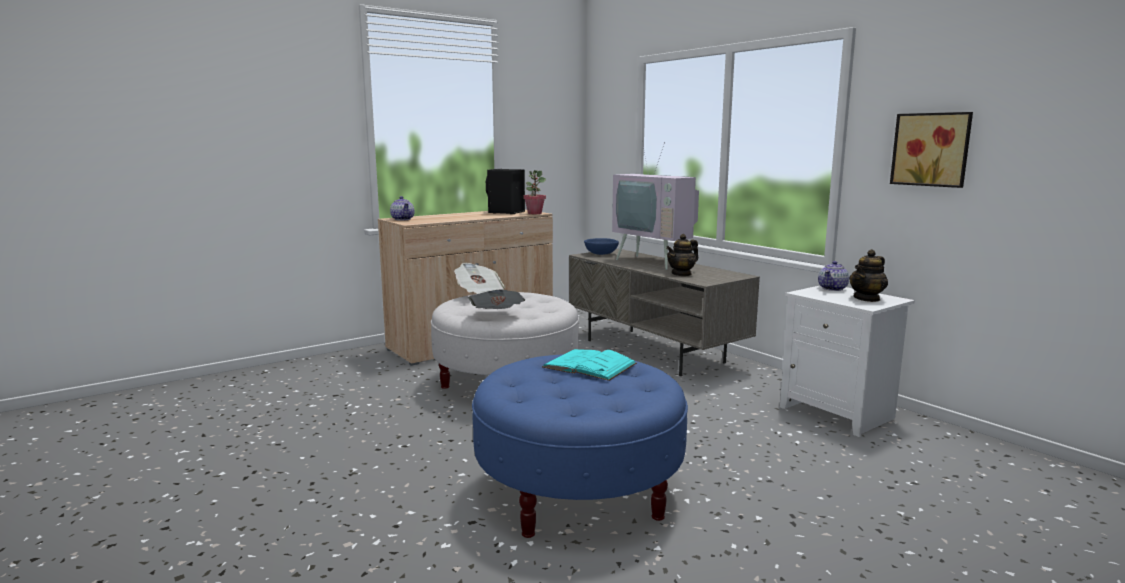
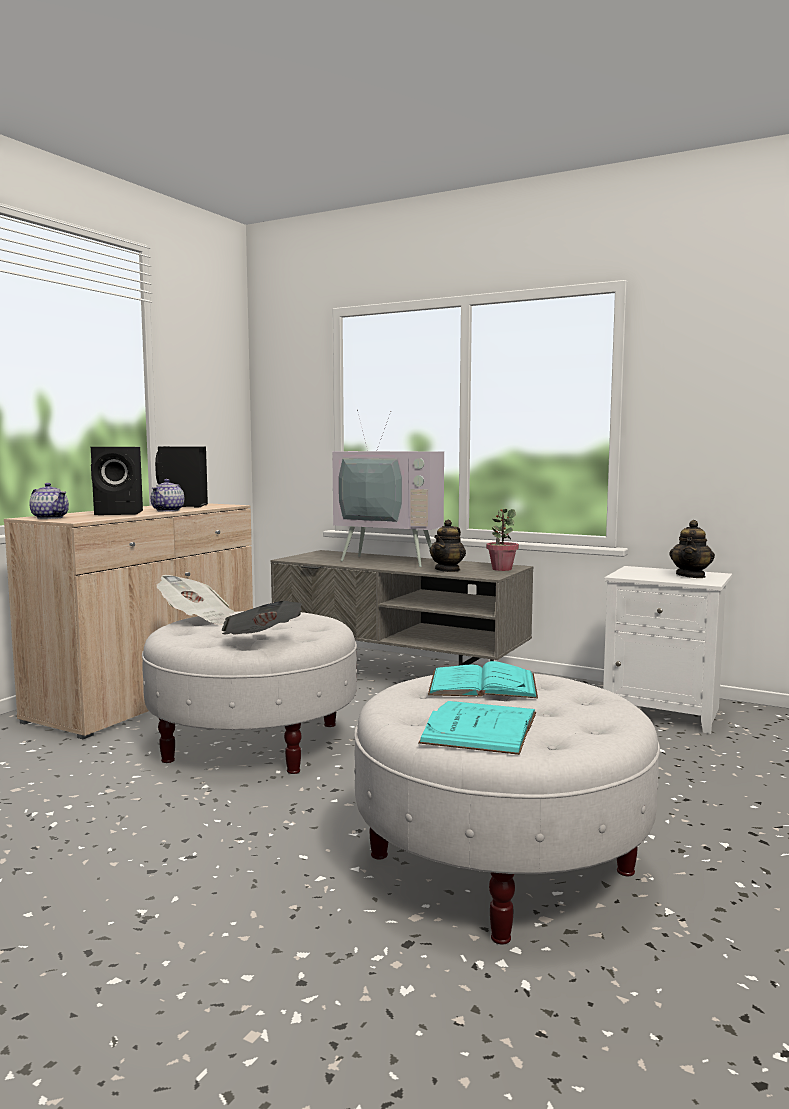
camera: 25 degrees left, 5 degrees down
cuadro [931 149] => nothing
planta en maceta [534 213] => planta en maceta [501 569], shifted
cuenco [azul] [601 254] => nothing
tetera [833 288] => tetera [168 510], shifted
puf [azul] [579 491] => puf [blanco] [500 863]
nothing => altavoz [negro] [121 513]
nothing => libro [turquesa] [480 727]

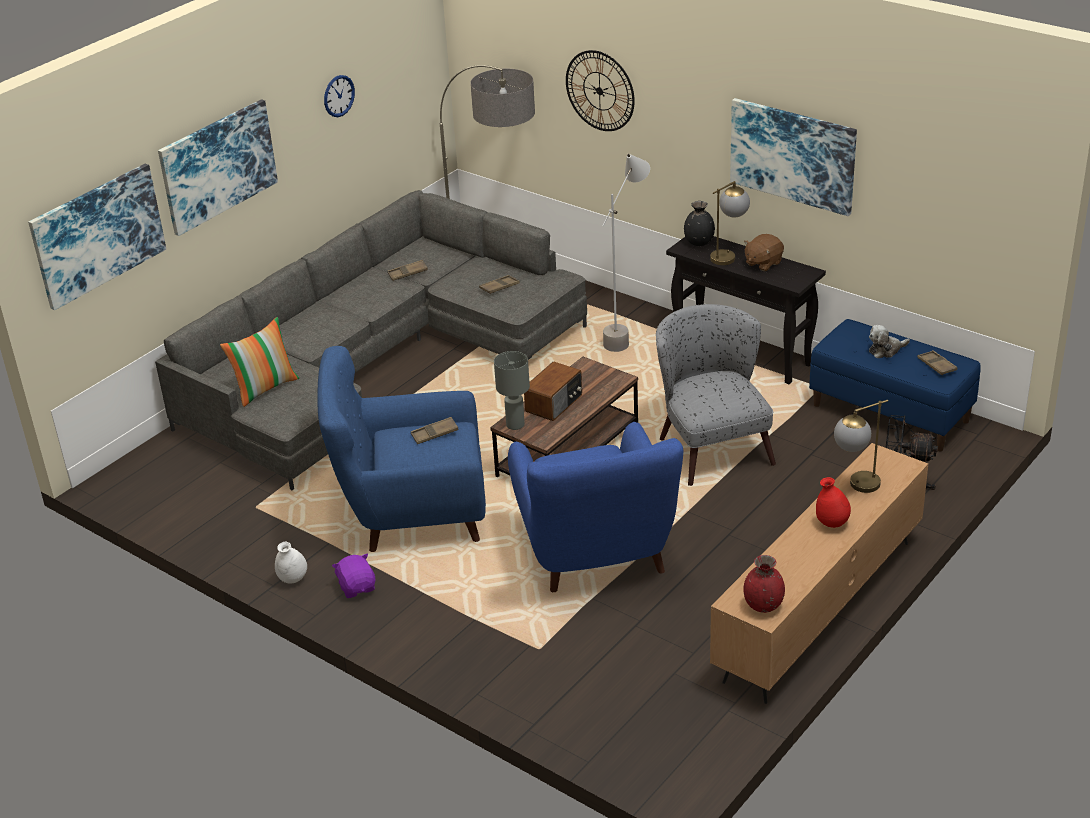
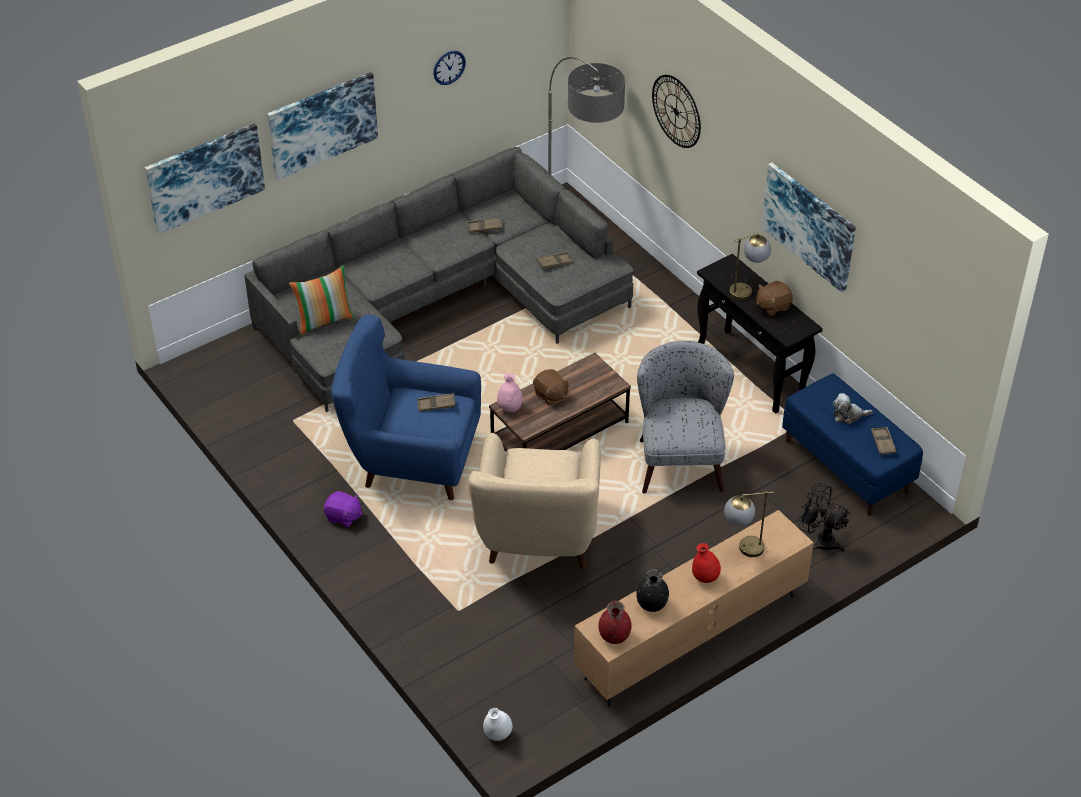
camera: 15 degrees right, 10 degrees up
lámpara de pie [gris] [627 335] => nothing
florero [negro] [699 242] => florero [negro] [652 604], shifted
lámpara de mesa [gris] [515 424] => florero [rosa] [510 408]
radio [555 403] => peluche [marrón] [550 395]
sillón [azul] [595 555] => sillón [beis] [538 538]
florero [blanco] [292 579] => florero [blanco] [497 734], shifted
peluche [morado] [357 587] => peluche [morado] [343 517], 120 degrees clockwise

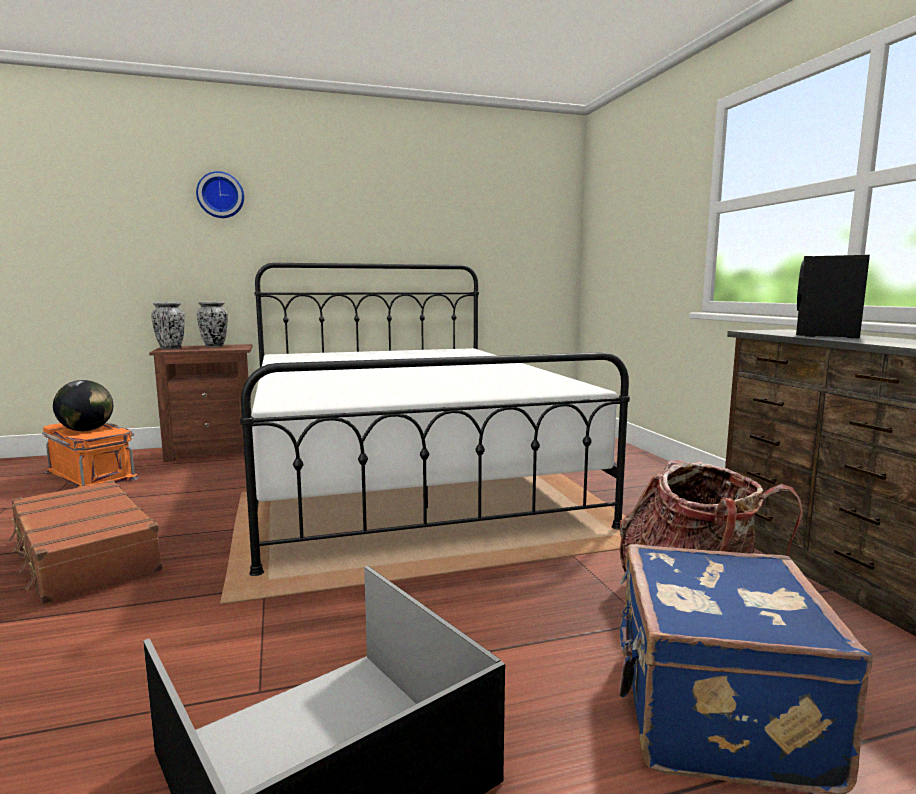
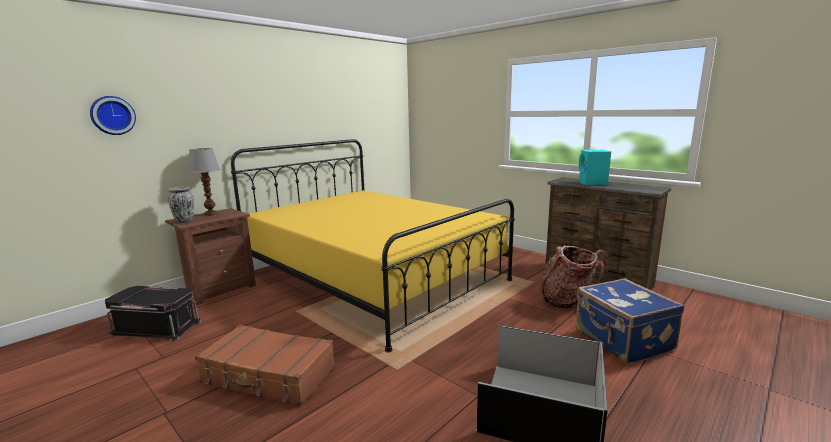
camera: 30 degrees left, 5 degrees up
reloj de pared [220 195] => reloj de pared [112 115], shifted
altavoz [negro] [827 336] => altavoz [turquesa] [592 183]
cama [blanco] [403 476] => cama [amarillo] [373 277]
florero [214 346] => lámpara de mesa [211 214]
globo terráqueo [86 430] => nothing
caja de almacenaje [naranja] [93 475] => caja de almacenaje [negro] [157 327]

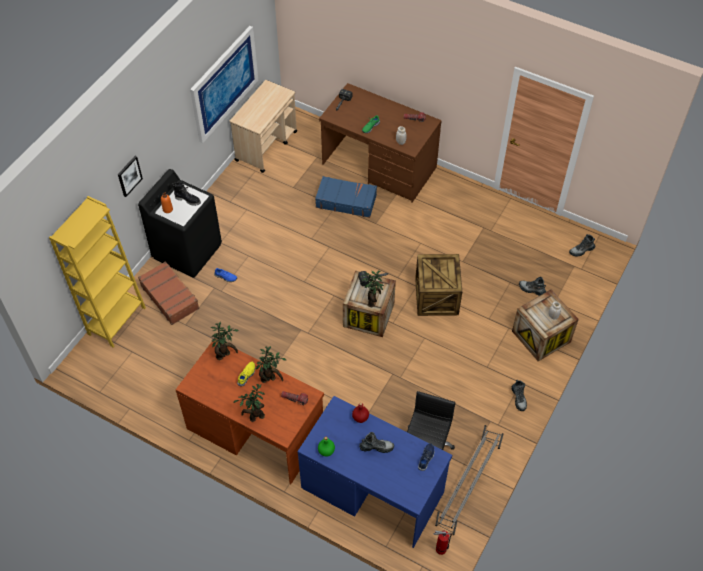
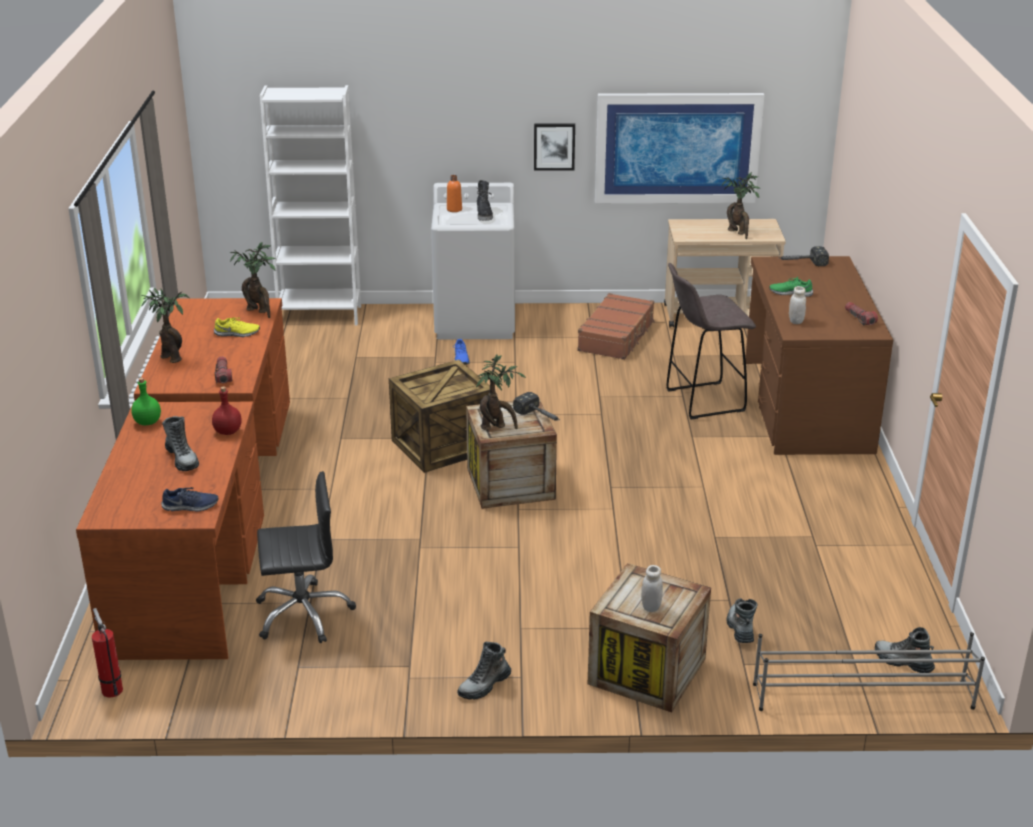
camera: 60 degrees right, 25 degrees down
cuadro [129 176] => cuadro [554 146], shifted
lavadora [negro] [187 251] => lavadora [blanco] [476 322]
maleta [azul] [346 201] => taburete [gris] [702 401]
estantería [amarillo] [117 321] => estantería [blanco] [320 315]
caja de embalaje [437 296] => caja de embalaje [443 446], shifted
maleta [marrón] [170 297] => maleta [marrón] [617 336], shifted
planta en maceta [270 379] => planta en maceta [738 233], shifted
escritorio [azul] [372 489] => escritorio [marrón] [189 586]
zapatero [gris] [467 486] => zapatero [gris] [861 695], shifted

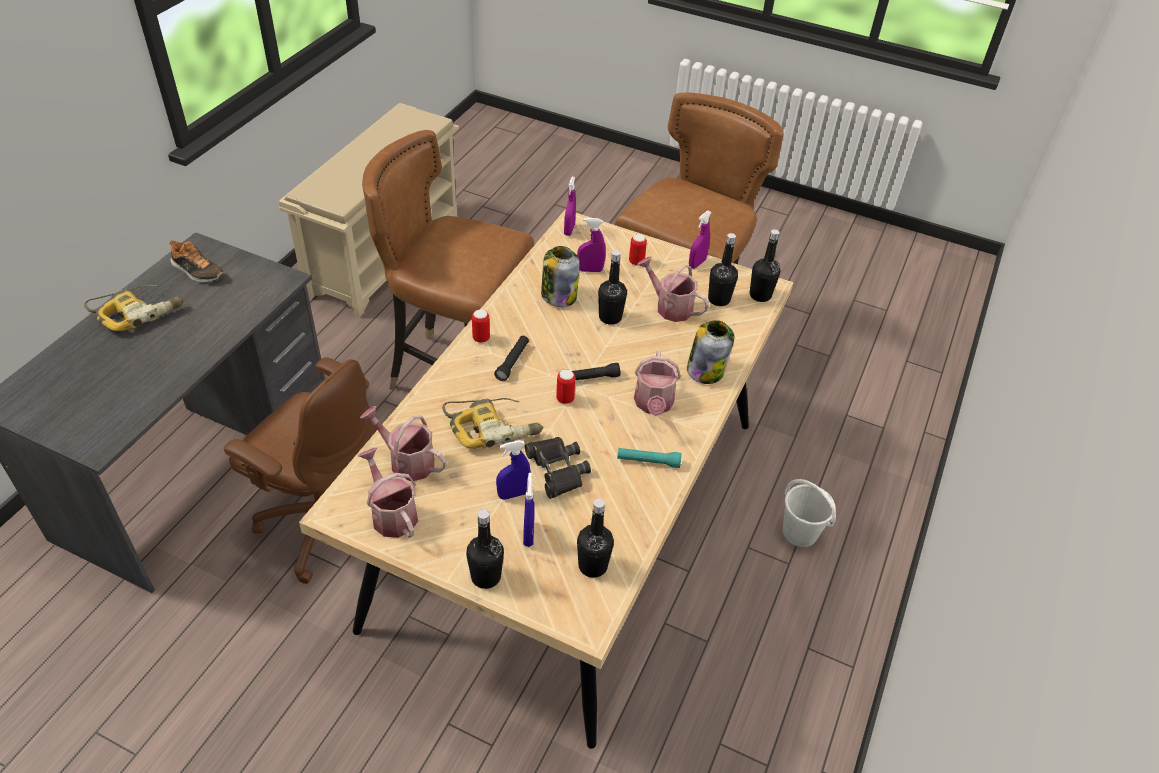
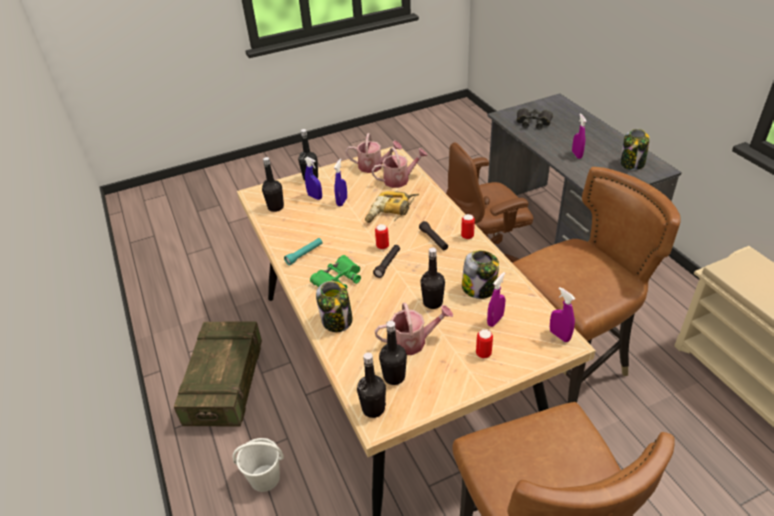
camera: 135 degrees right, 5 degrees down
pulverizador [morado] [697 263] => pulverizador [morado] [576 155], shifted
zapato [197 271] => tarro [632 164]
taladro [138 312] => nothing
regadera [653 404] => prismáticos [verde] [338 279]
prismáticos [negro] [557 470] => prismáticos [negro] [533 122], shifted
nothing => caja de embalaje [225 384]

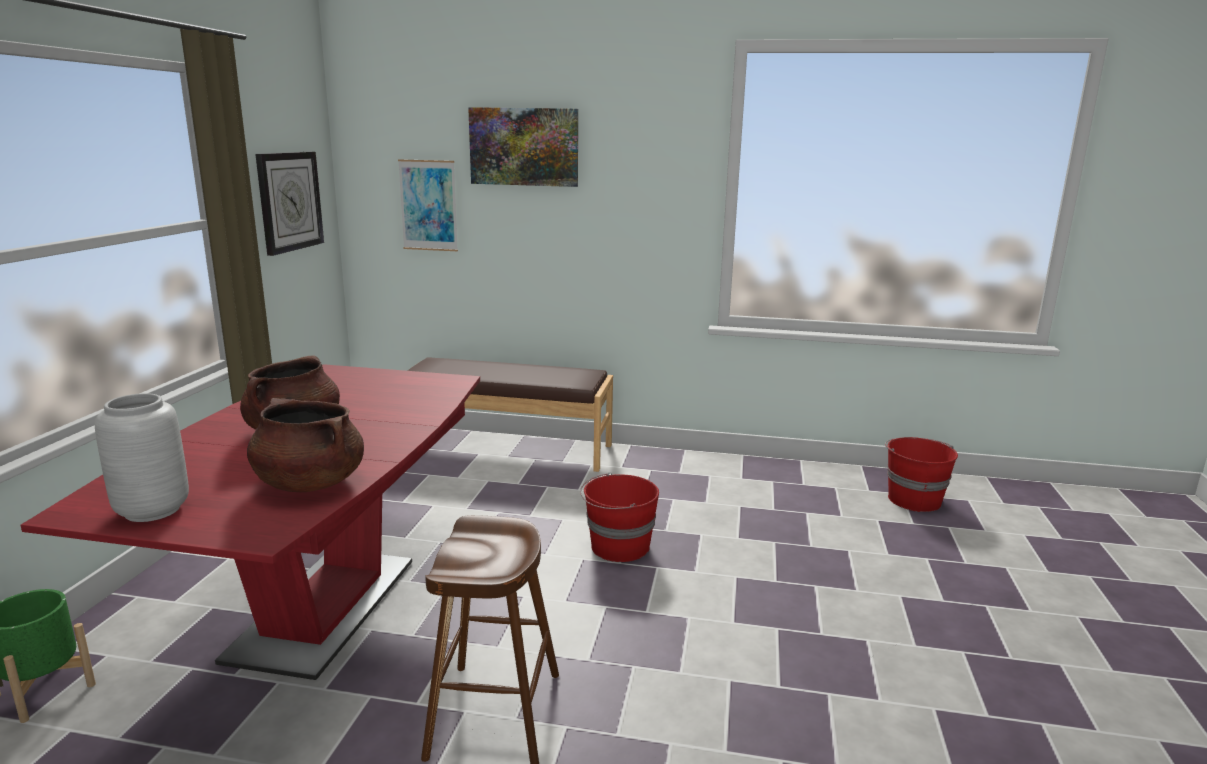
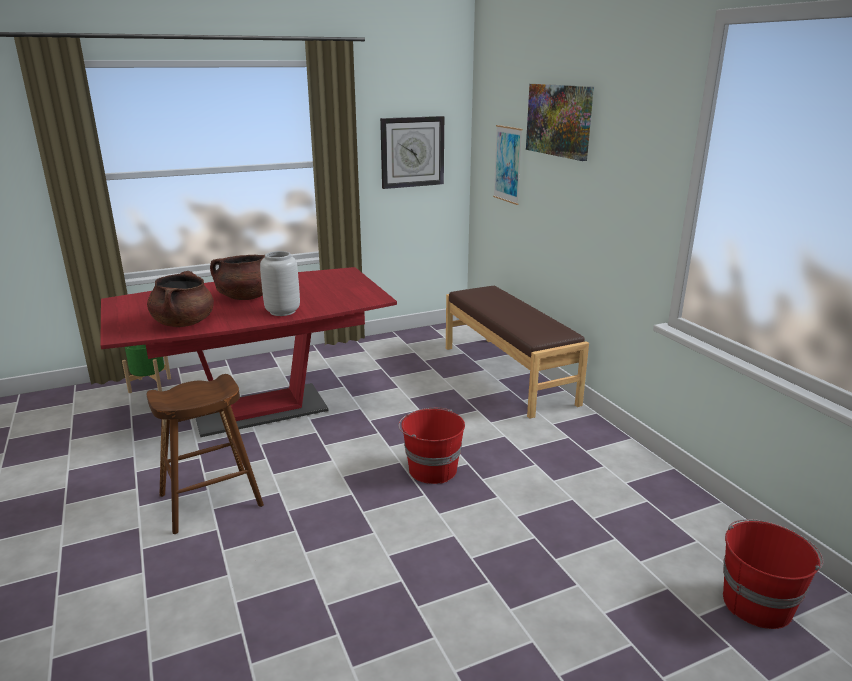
camera: 55 degrees right, 5 degrees up
florero [gris] [151 510] => florero [gris] [282 311], shifted

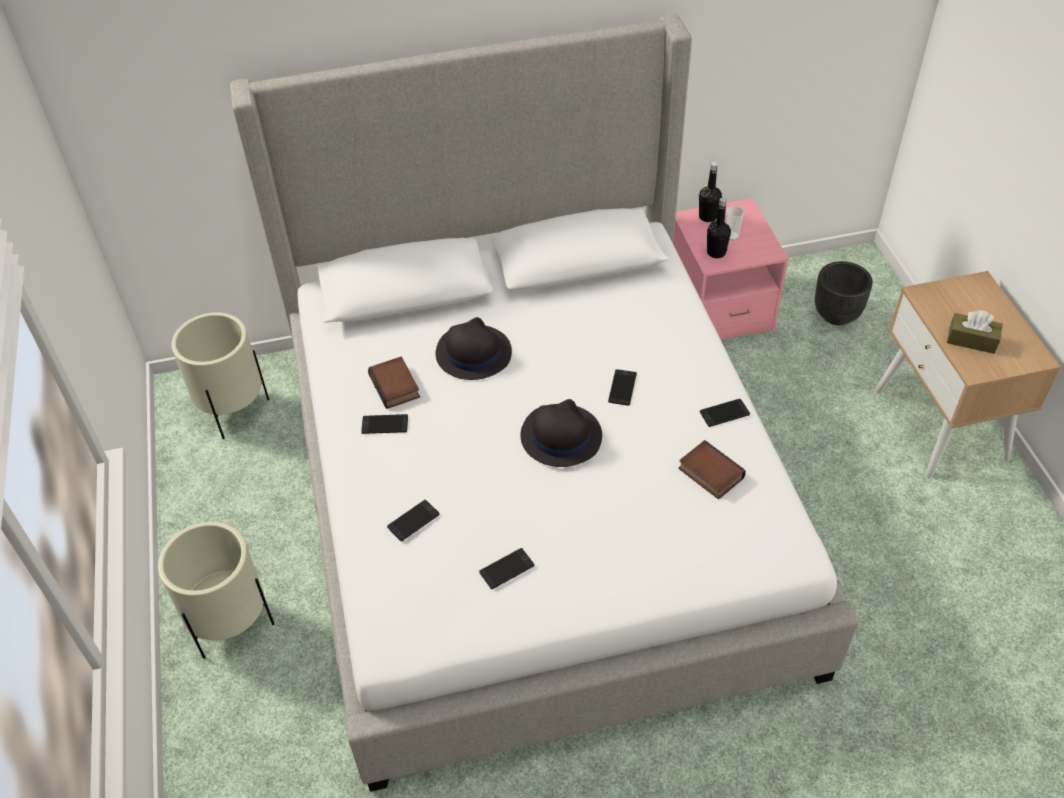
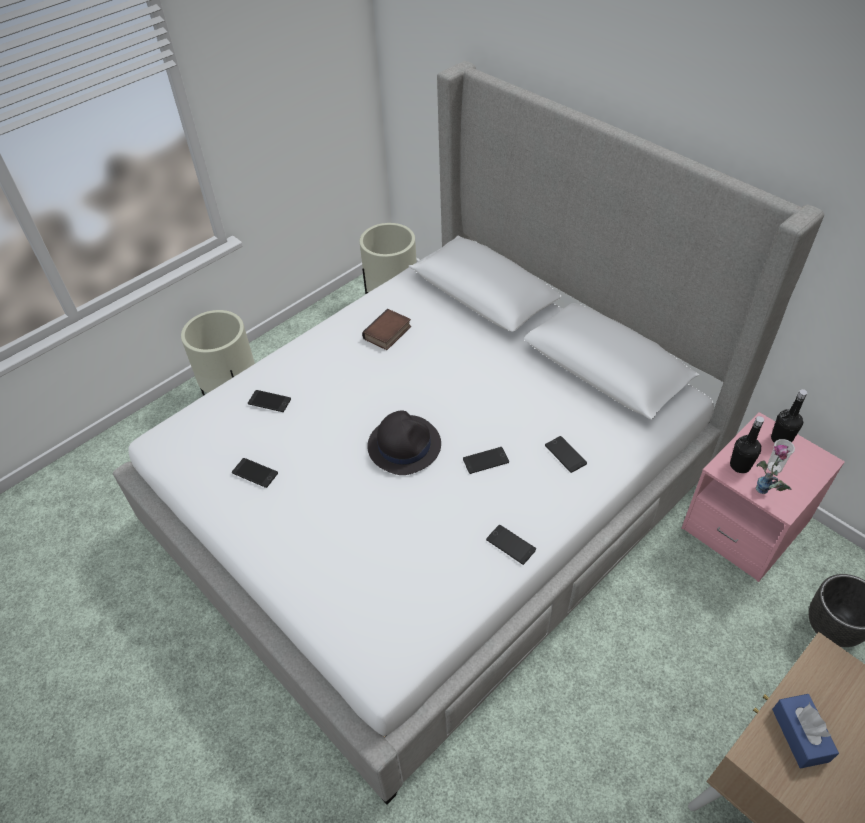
camera: 60 degrees right, 0 degrees up
caja de pañuelos [marrón] [971 340] => caja de pañuelos [azul] [800 735]
sombrero [negro] [473 353] => nothing
móvil [385 424] => móvil [565 454], shifted
libro [709 473] => nothing
nothing => florero [764 496]

